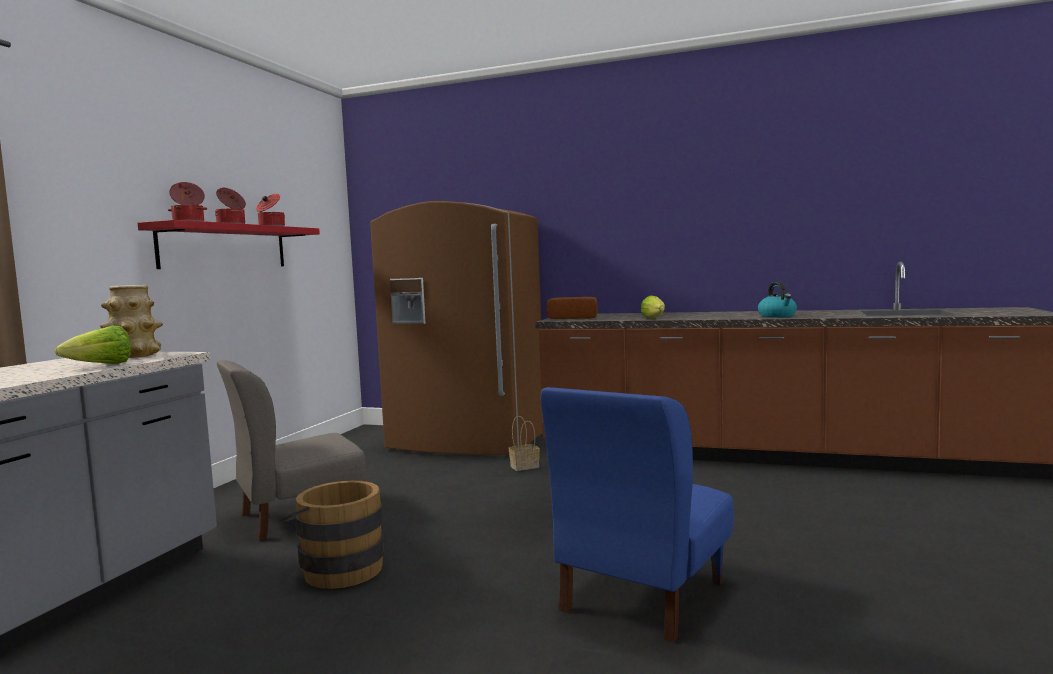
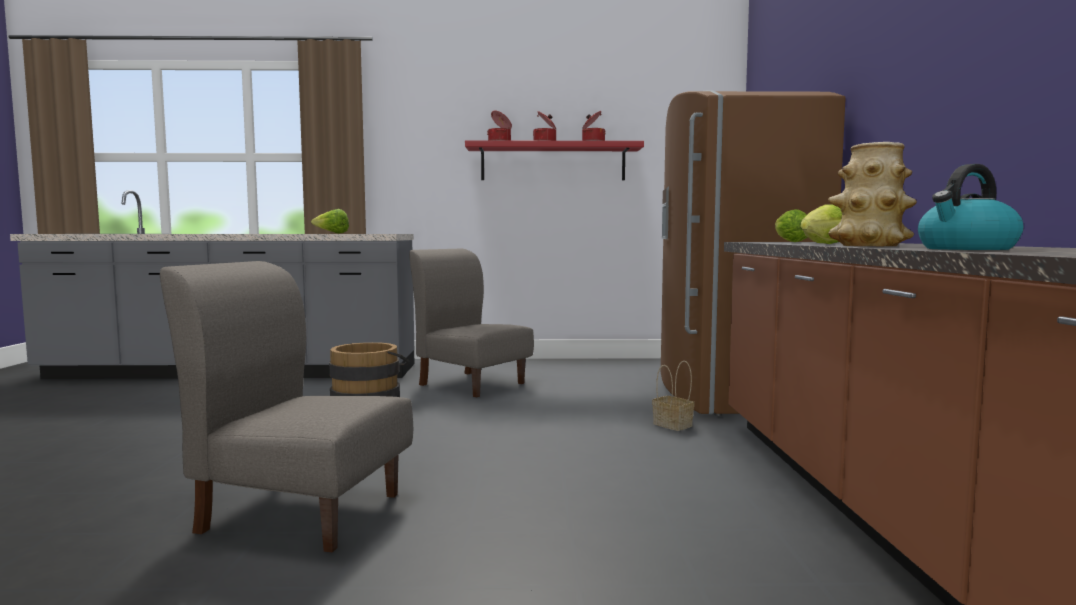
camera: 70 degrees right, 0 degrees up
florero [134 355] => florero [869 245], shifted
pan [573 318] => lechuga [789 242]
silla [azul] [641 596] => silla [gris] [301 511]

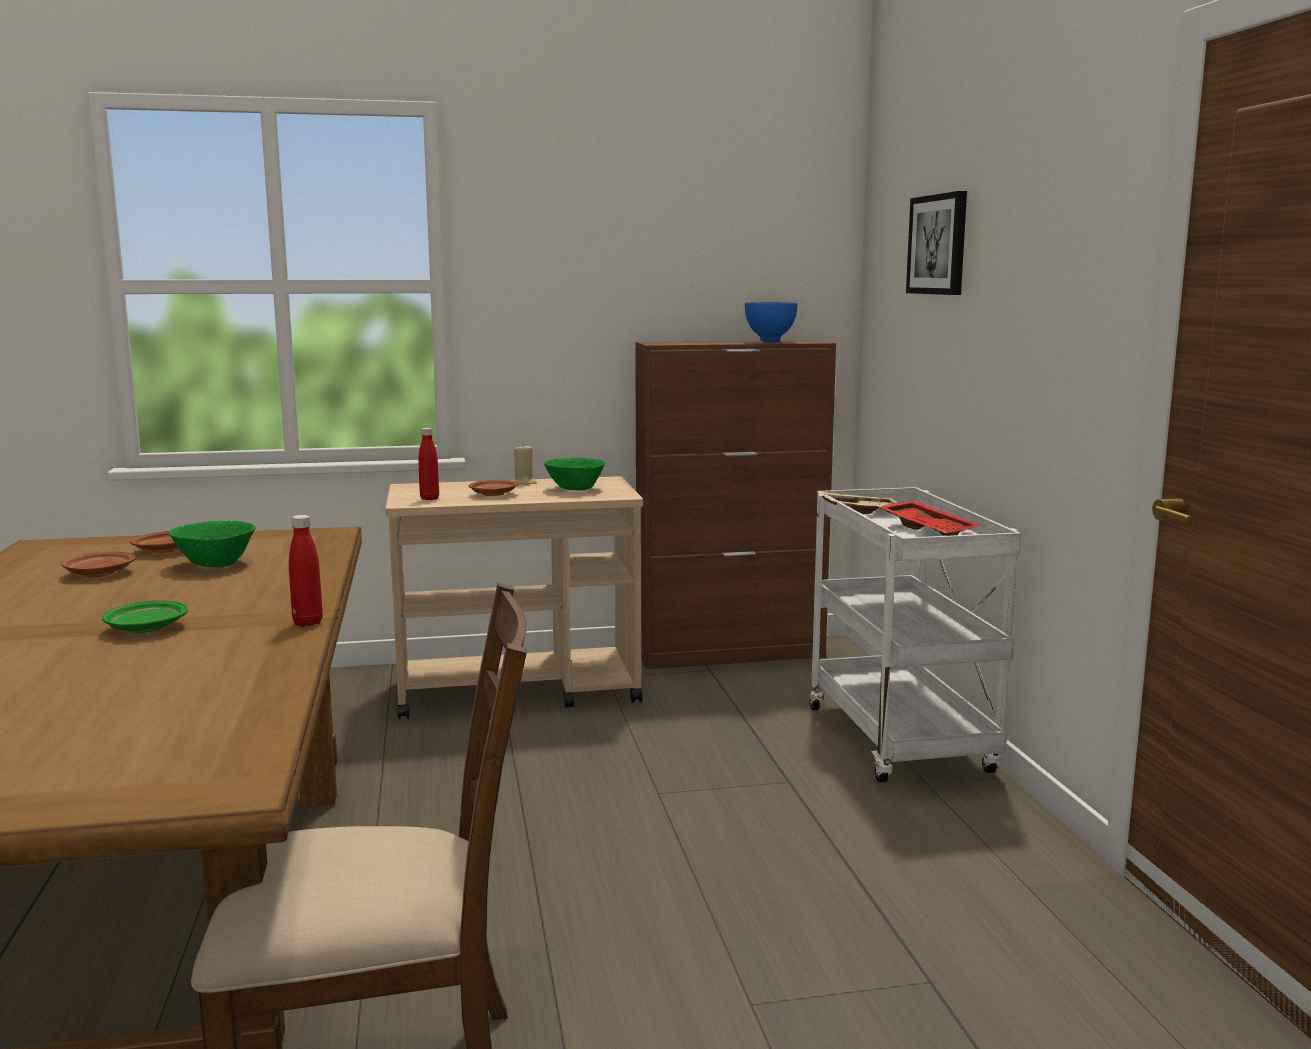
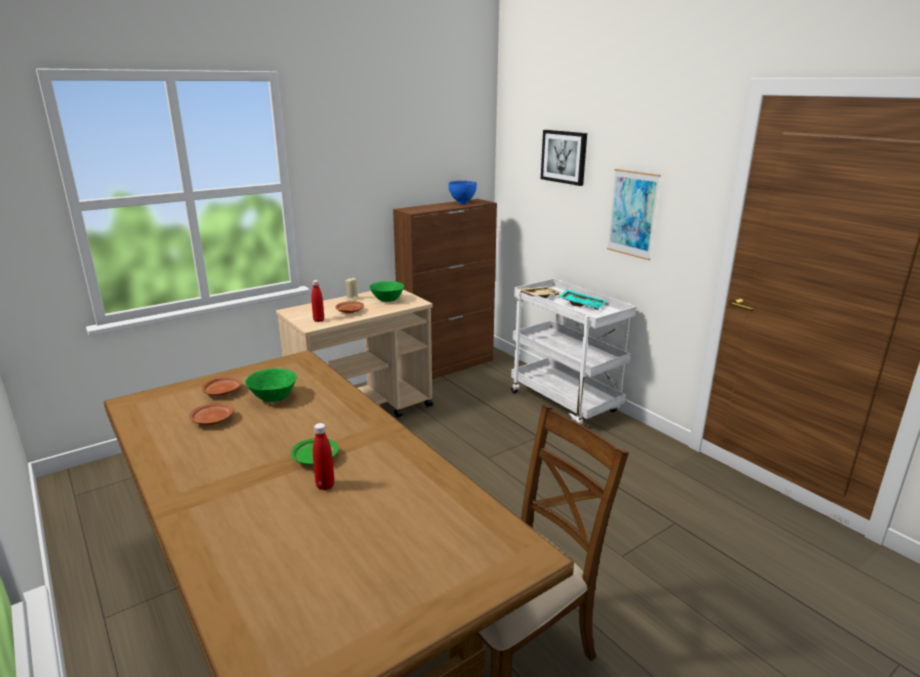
camera: 25 degrees left, 10 degrees up
bandeja [rojo] [929 529] => bandeja [turquesa] [582 304]
botella [rojo] [308 623] => botella [rojo] [325 485], shifted
nothing => cuadro [632 214]

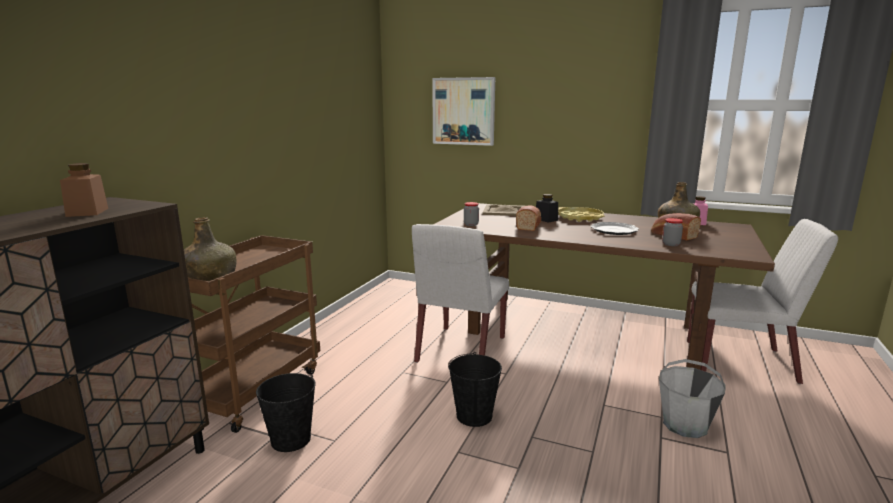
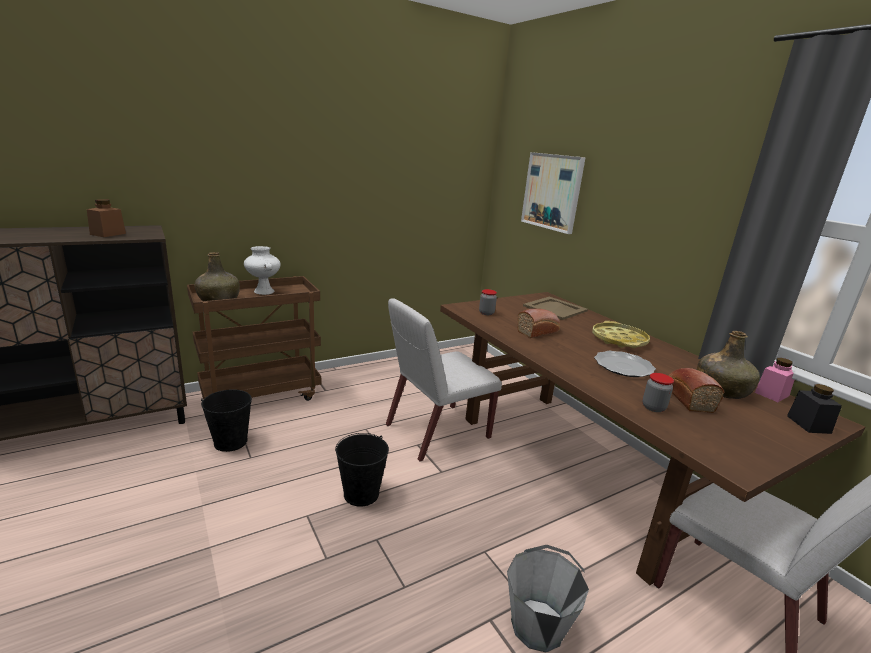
camera: 35 degrees right, 5 degrees up
tarro [negro] [546 219] => tarro [negro] [808 424], shifted
nothing => florero [blanco] [263 291]

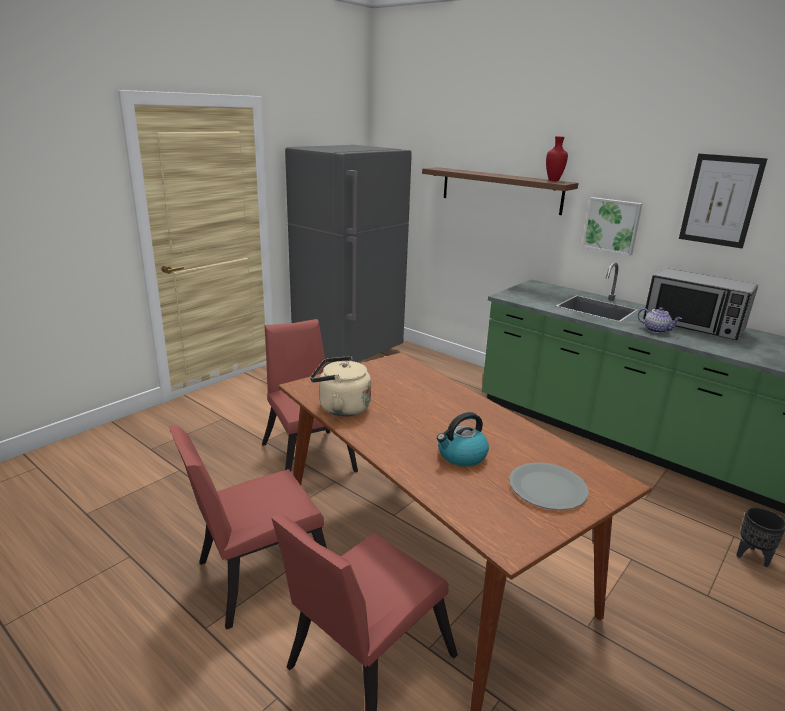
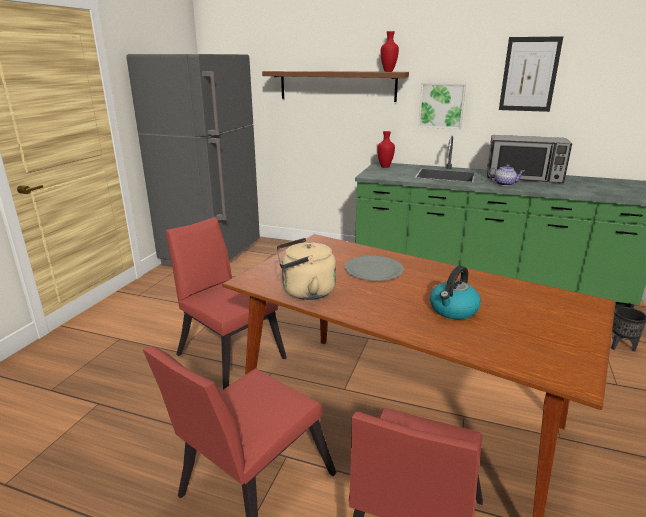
camera: 20 degrees left, 0 degrees up
plato [gris] [548 488] => plato [gris] [374 270], shifted
nothing => florero [rojo] [385 167]

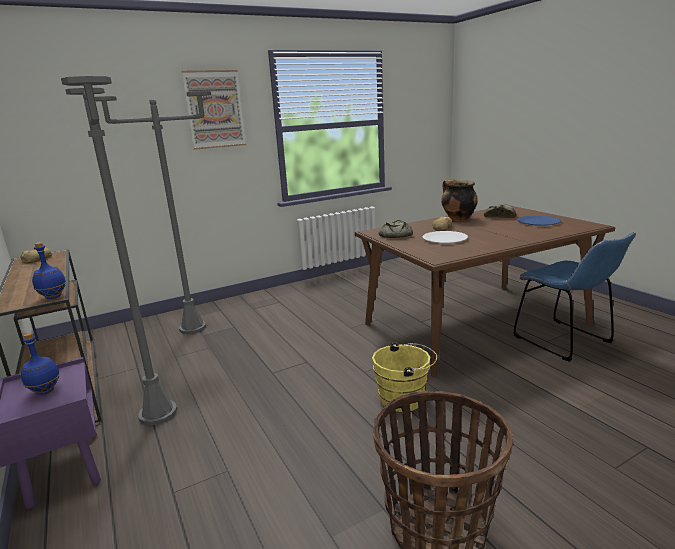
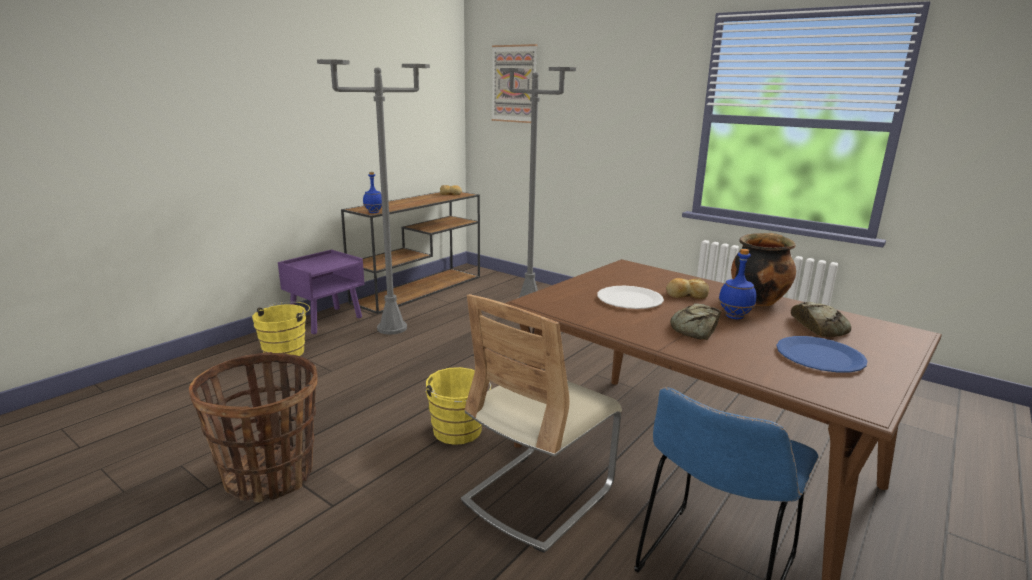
camera: 65 degrees right, 0 degrees up
cuadro [215 109] => cuadro [514 84], shifted
pan [394 235] => pan [695 329], shifted
botella [azul] [45 391] => botella [azul] [734 316], shifted
nothing => silla [beis] [538 495]
nothing => cubo [amarillo] [286 351]

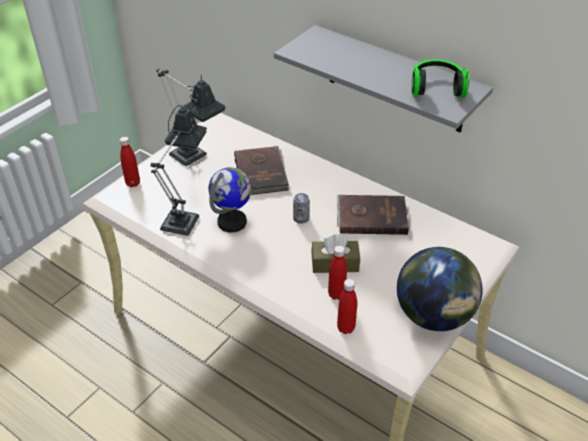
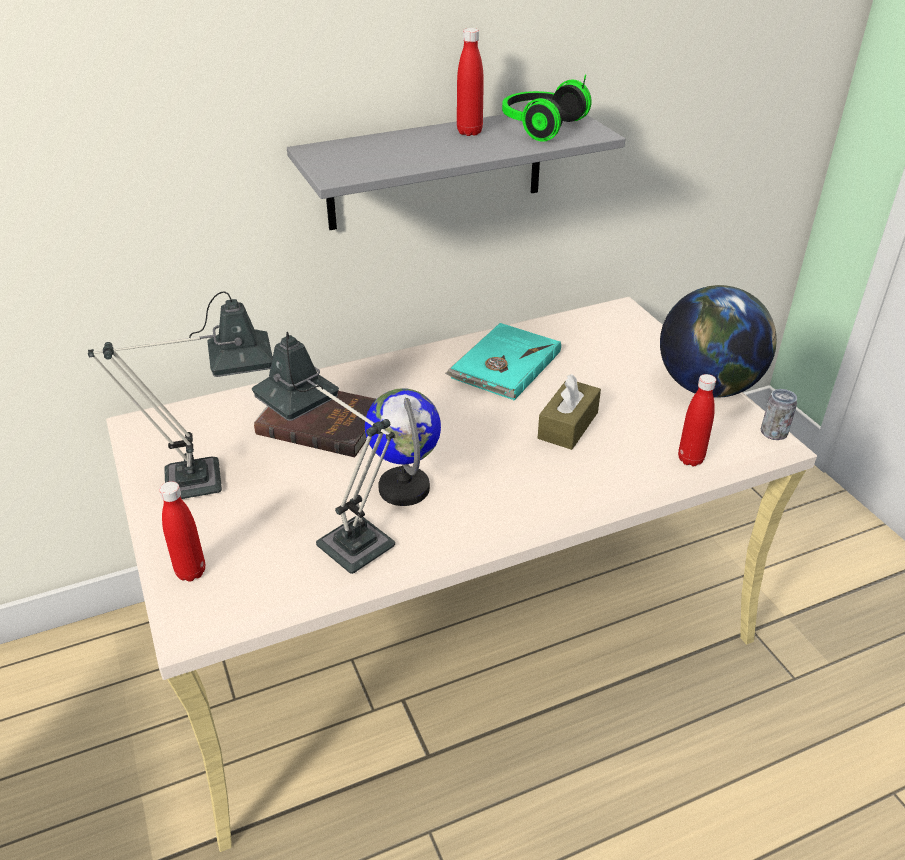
camera: 60 degrees left, 5 degrees down
lata [301 218] => lata [773 433], shifted
libro [marrón] [371 216] => libro [turquesa] [504 365]
botella [rojo] [336 294] => botella [rojo] [469 132], shifted

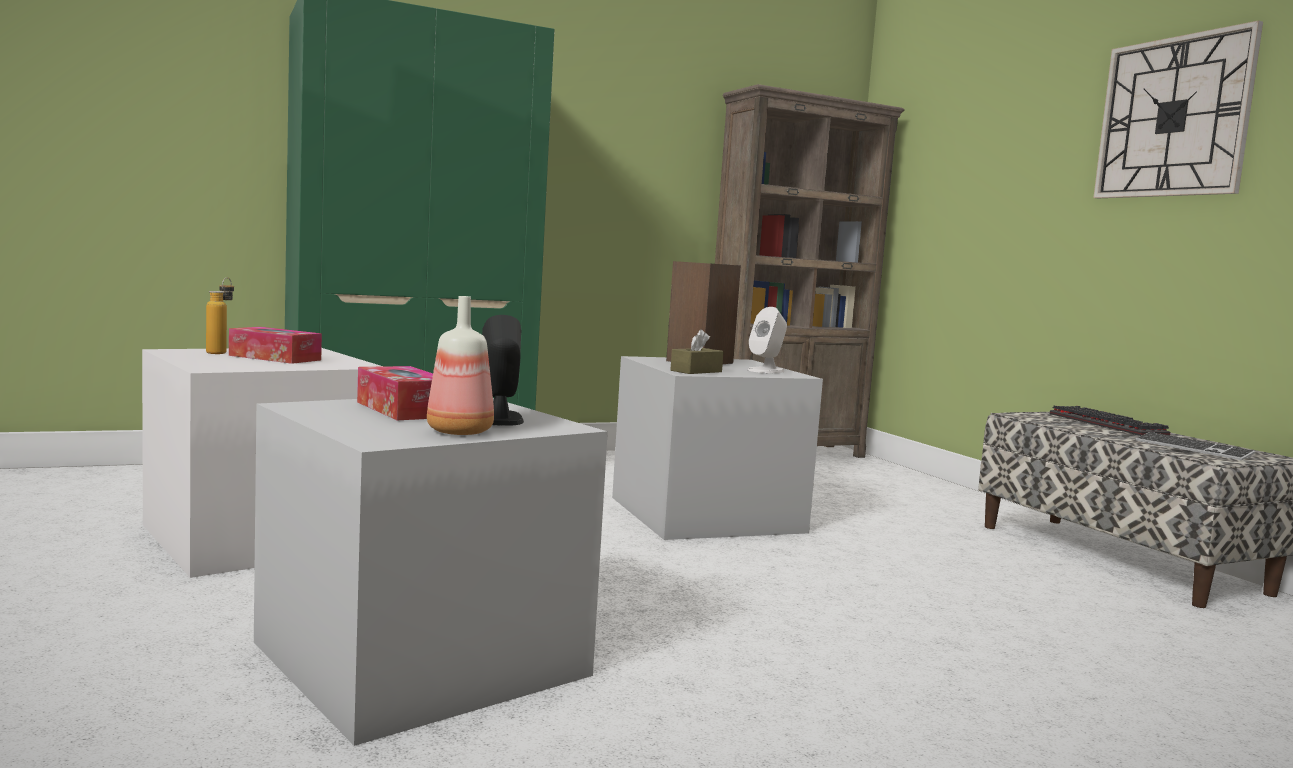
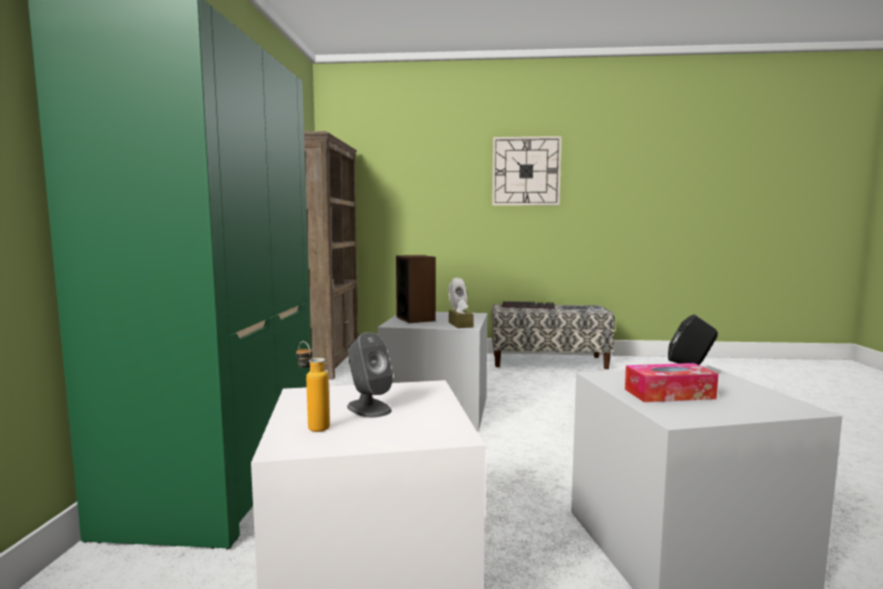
camera: 60 degrees left, 0 degrees up
botella [461 431] => nothing
caja de pañuelos [275 358] => altavoz [gris] [368 408]

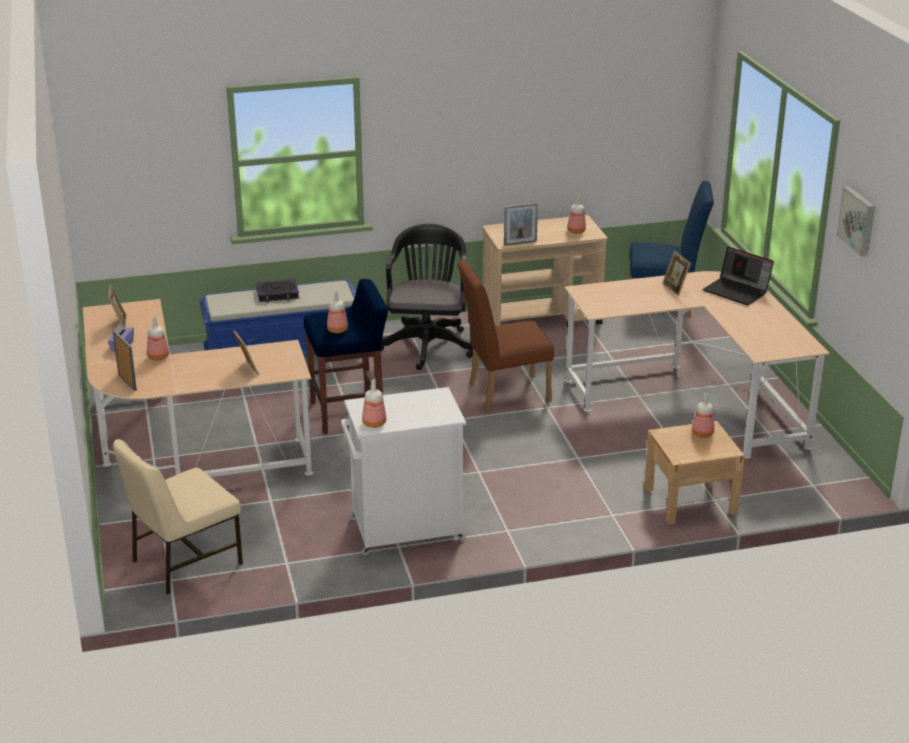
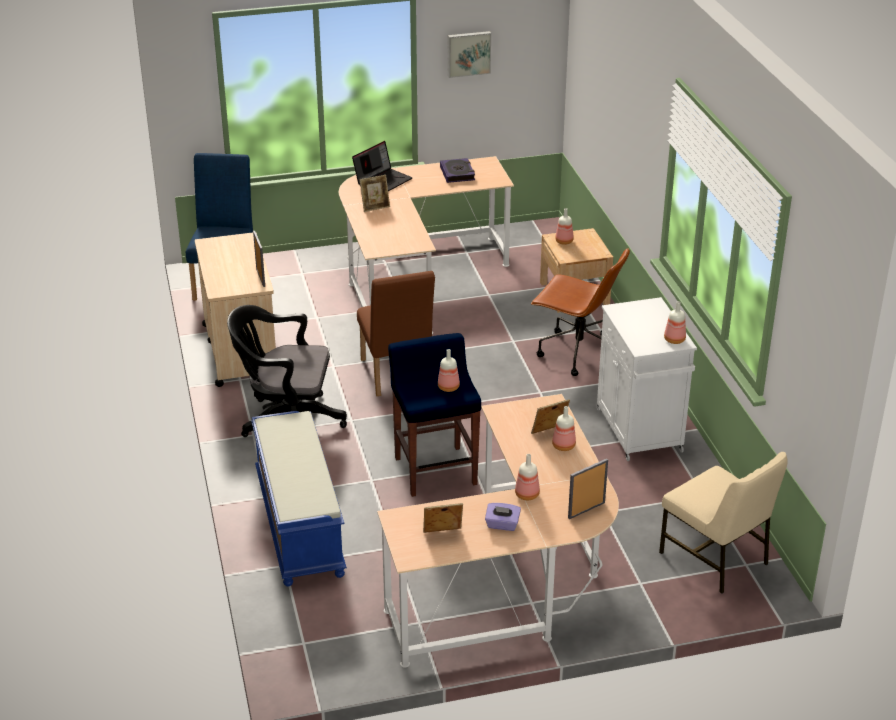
camera: 90 degrees left, 5 degrees up
botella [575 231] => botella [563 446], shifted
libro [277 294] => libro [457 173], shifted
nothing => silla de oficina [marrón] [577 352]

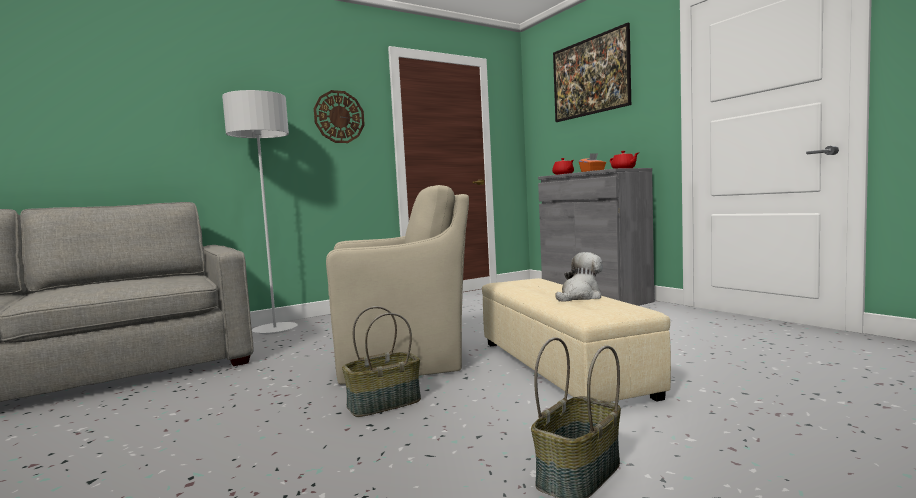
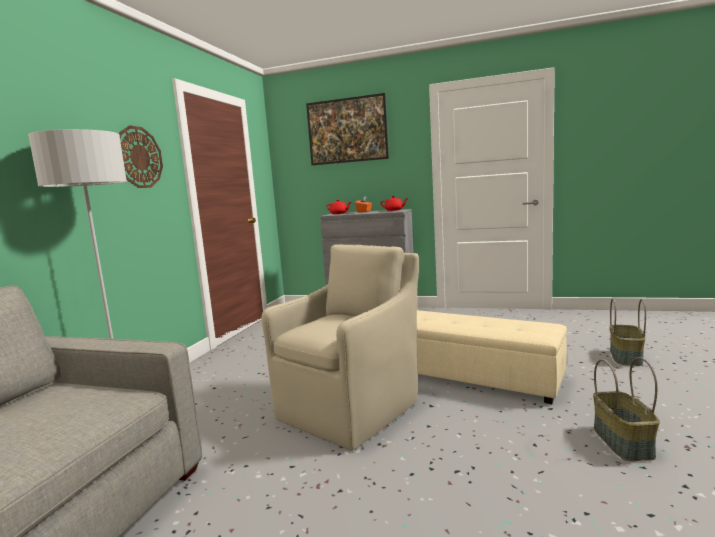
camera: 40 degrees left, 5 degrees up
peluche [580 297] => nothing
cesta [384 404] => cesta [626 357], shifted

